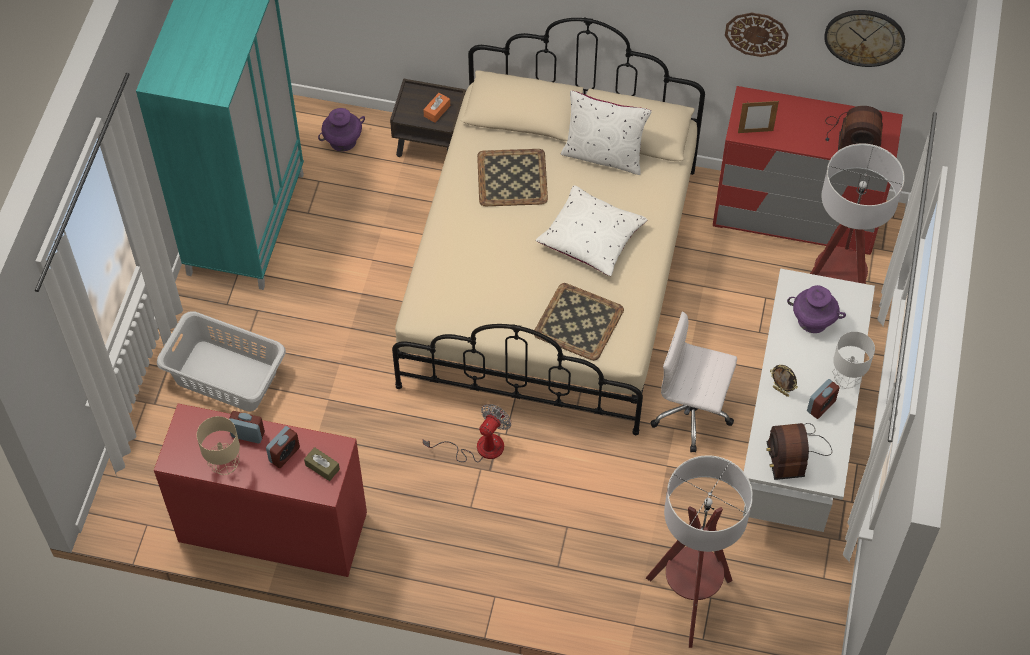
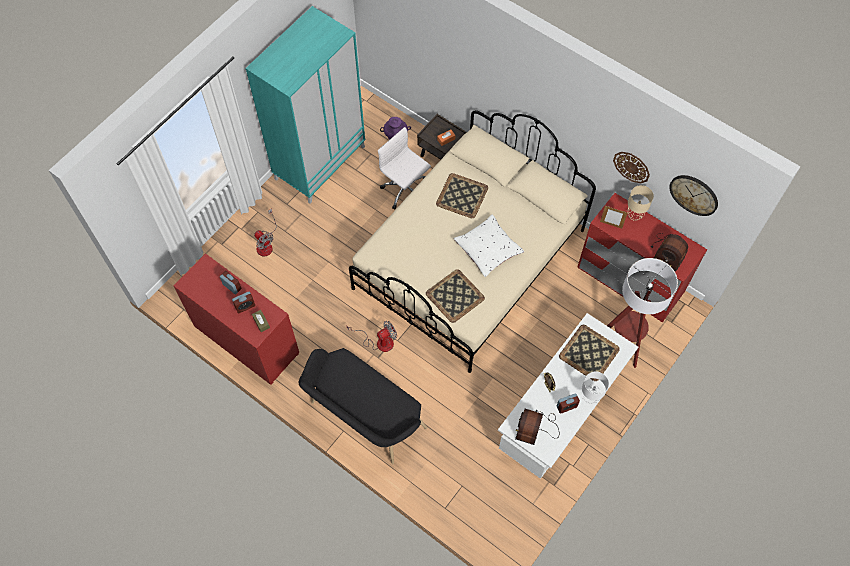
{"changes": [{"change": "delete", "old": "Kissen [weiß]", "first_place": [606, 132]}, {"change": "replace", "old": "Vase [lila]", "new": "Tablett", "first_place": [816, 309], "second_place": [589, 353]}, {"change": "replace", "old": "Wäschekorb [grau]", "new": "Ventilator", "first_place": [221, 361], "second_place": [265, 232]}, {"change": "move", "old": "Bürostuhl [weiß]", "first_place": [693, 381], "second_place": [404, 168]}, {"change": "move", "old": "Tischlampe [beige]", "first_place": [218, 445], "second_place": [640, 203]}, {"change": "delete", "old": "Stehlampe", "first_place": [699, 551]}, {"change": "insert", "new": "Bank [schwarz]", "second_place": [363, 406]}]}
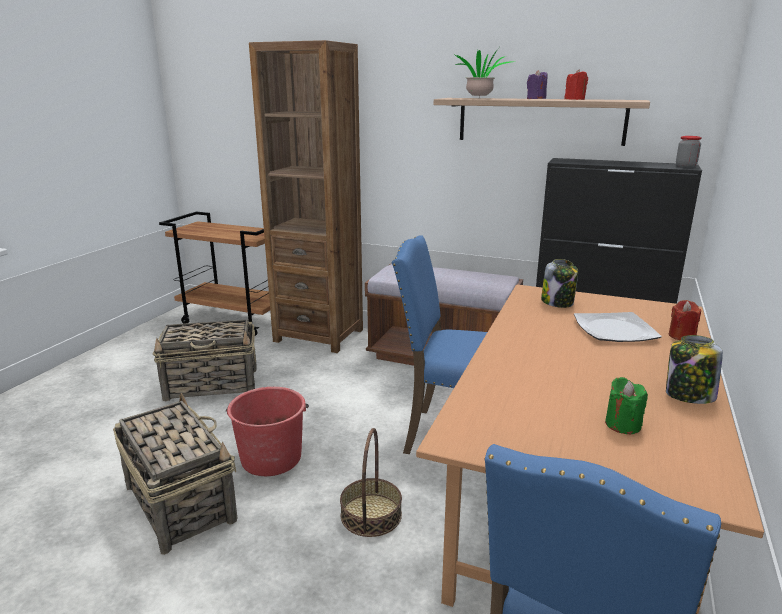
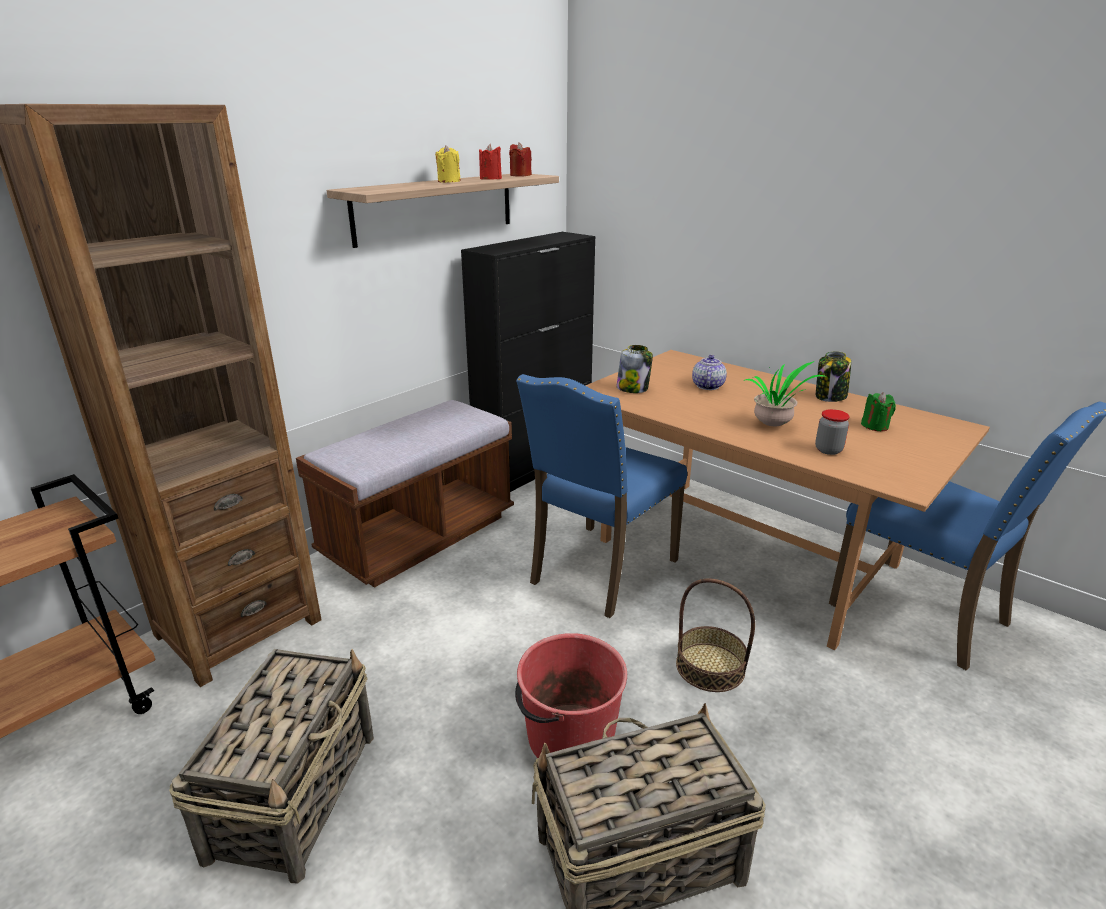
{"changes": [{"change": "move", "old": "Topfpflanze", "first_place": [485, 72], "second_place": [786, 393]}, {"change": "recolor", "old": "Kerze [lila]", "new": "Kerze [gelb]", "first_place": [537, 84], "second_place": [448, 164]}, {"change": "move", "old": "Vorratsglas", "first_place": [689, 152], "second_place": [832, 432]}, {"change": "move", "old": "Kerze [rot]", "first_place": [685, 320], "second_place": [520, 159]}, {"change": "replace", "old": "Teller", "new": "Teekanne", "first_place": [618, 327], "second_place": [709, 372]}]}
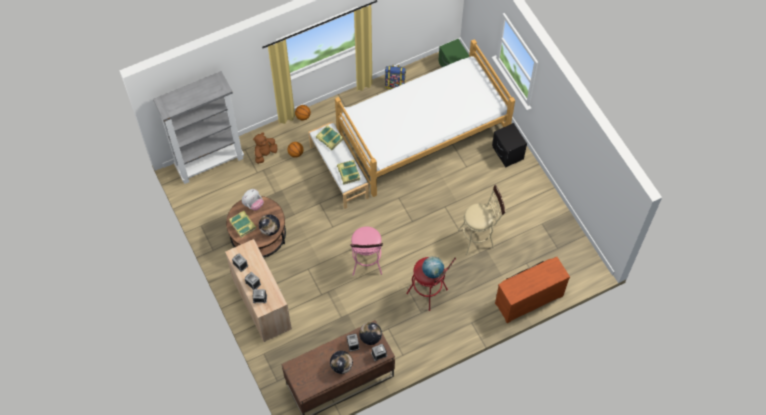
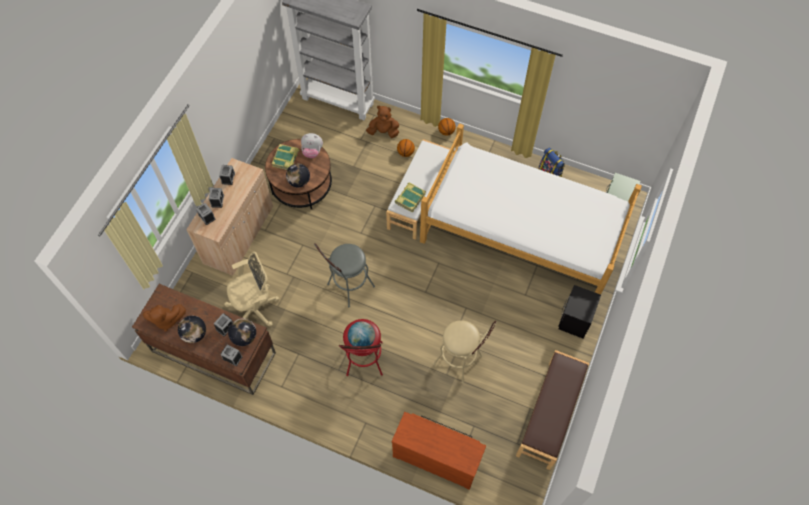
{"changes": [{"change": "delete", "old": "Buch", "first_place": [329, 137]}, {"change": "recolor", "old": "Hocker [rosa]", "new": "Hocker [grau]", "first_place": [366, 251], "second_place": [344, 275]}, {"change": "insert", "new": "Bürostuhl [beige]", "second_place": [251, 289]}, {"change": "insert", "new": "Plüschtier [braun]", "second_place": [164, 317]}, {"change": "insert", "new": "Bank [braun]", "second_place": [552, 410]}]}
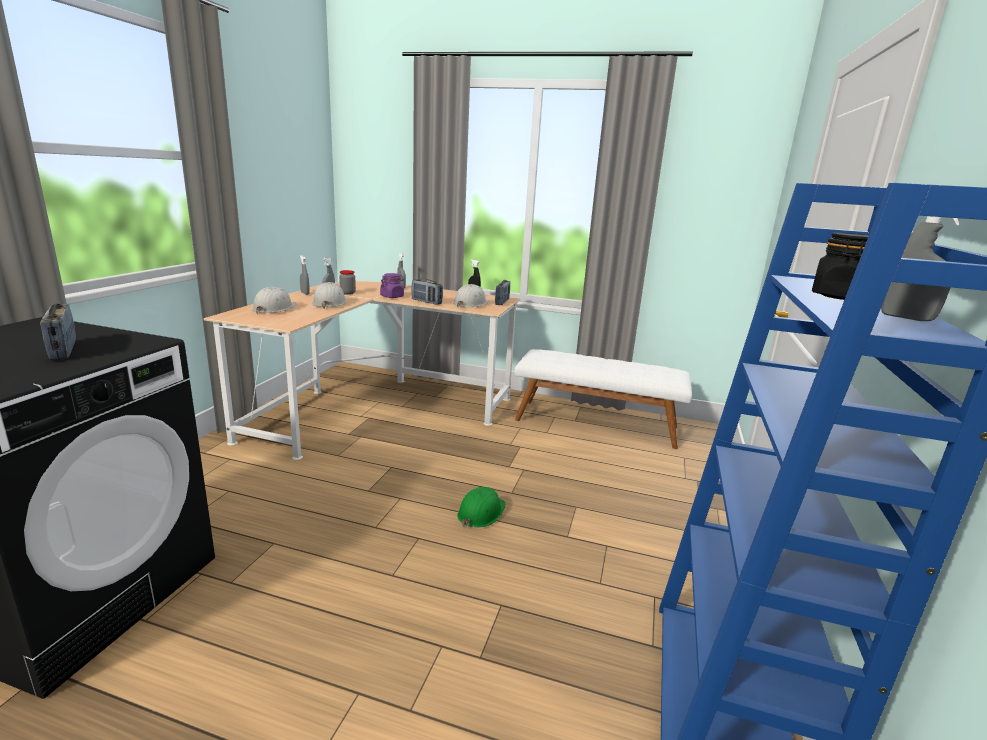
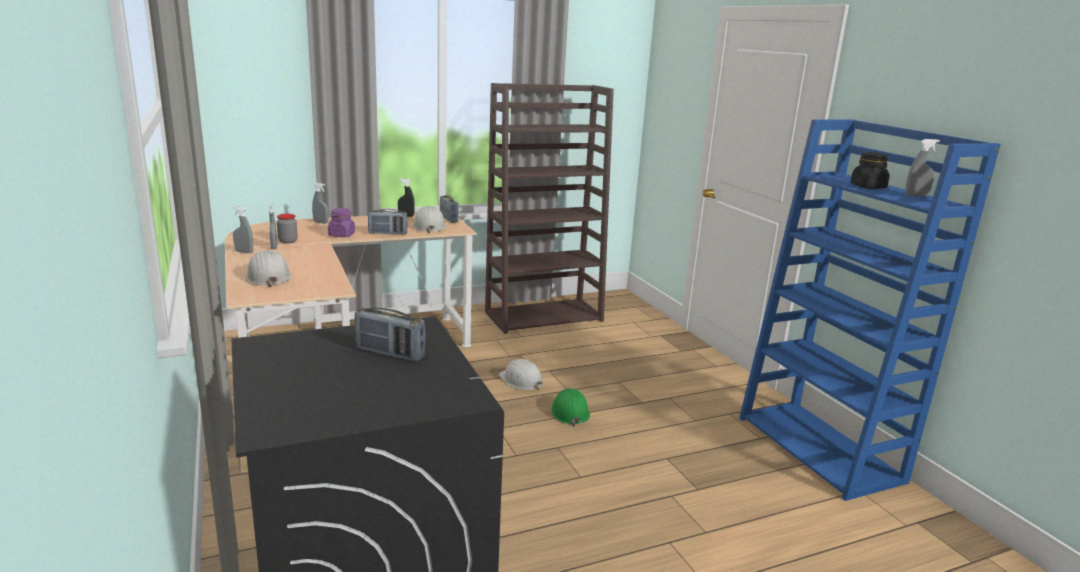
{"changes": [{"change": "move", "old": "Schutzhelm [weiß]", "first_place": [329, 295], "second_place": [520, 374]}, {"change": "replace", "old": "Bank [weiß]", "new": "Bücherregal [braun]", "first_place": [603, 399], "second_place": [549, 208]}]}
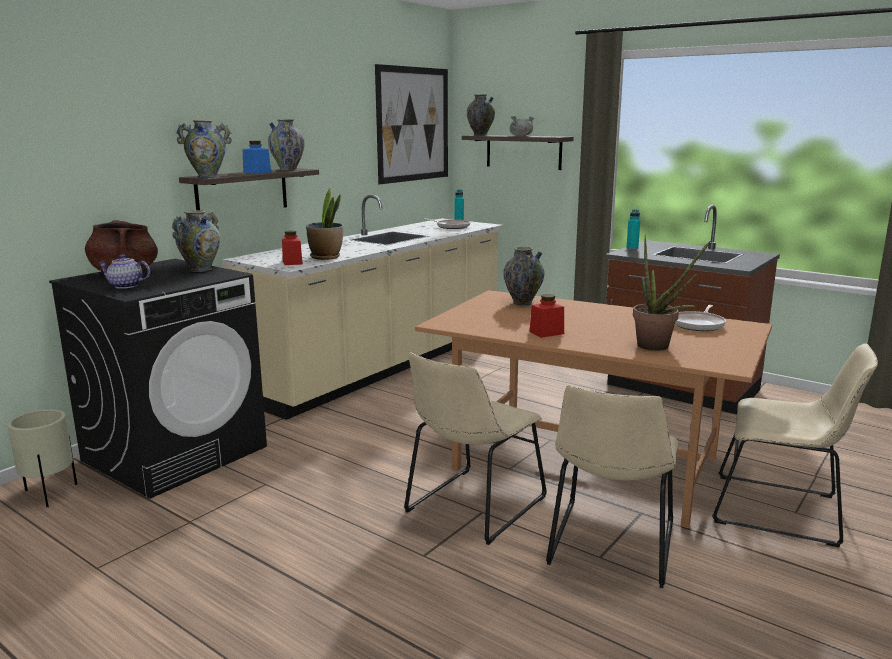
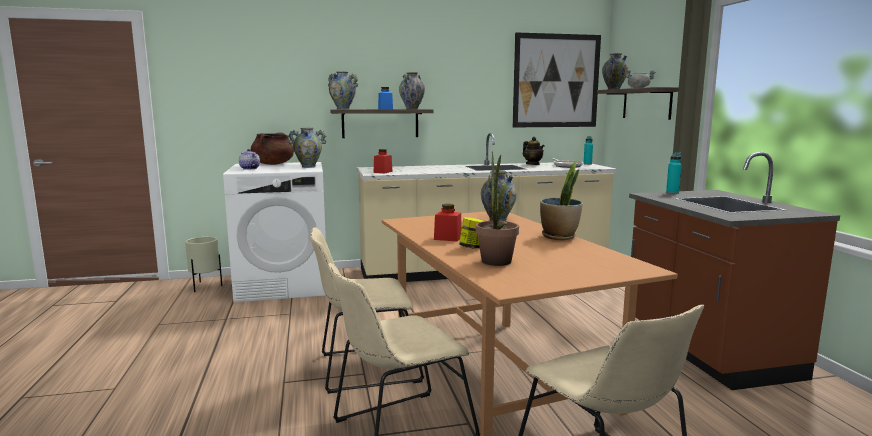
{"changes": [{"change": "move", "old": "Topfpflanze", "first_place": [325, 224], "second_place": [561, 200]}, {"change": "recolor", "old": "Waschmaschine [schwarz]", "new": "Waschmaschine [weiß]", "first_place": [158, 379], "second_place": [274, 232]}, {"change": "delete", "old": "Pfanne", "first_place": [700, 318]}, {"change": "insert", "new": "Teekanne", "second_place": [534, 151]}, {"change": "insert", "new": "Vorratsglas", "second_place": [471, 232]}]}
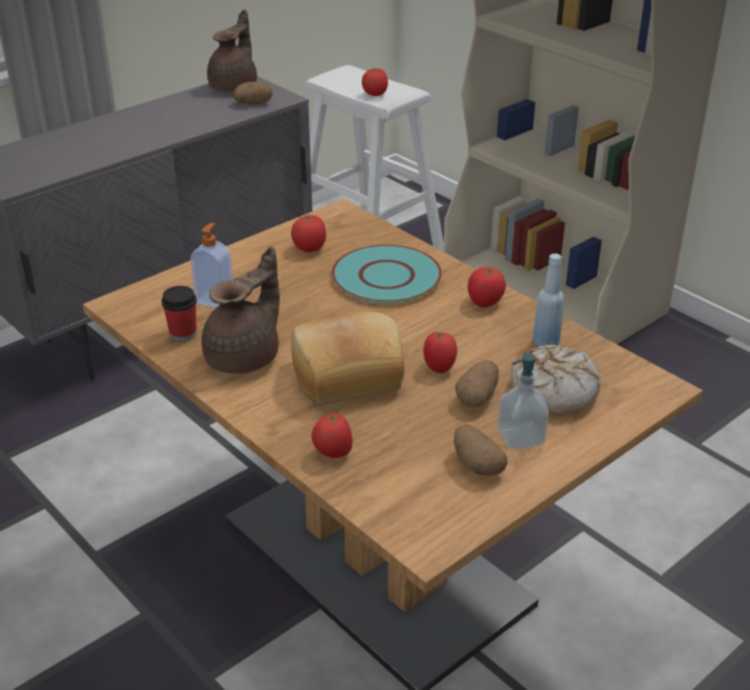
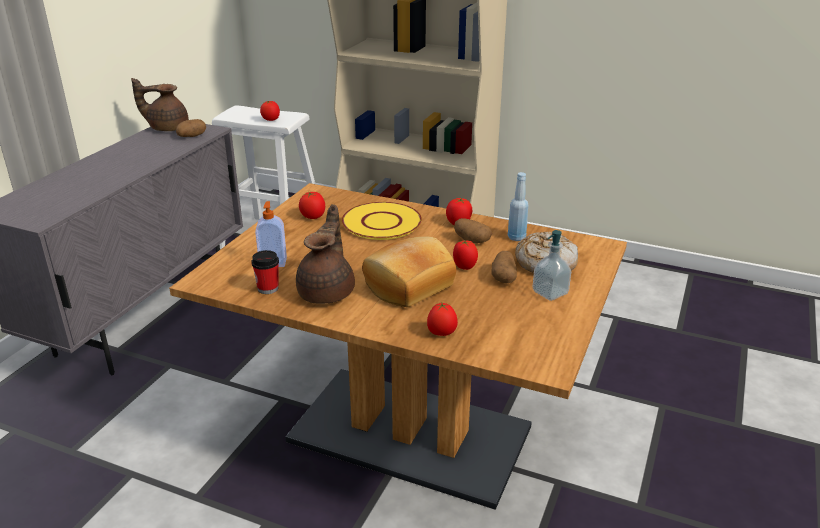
{"changes": [{"change": "rotate", "old": "Teekanne [braun]", "first_place": [232, 50], "second_place": [160, 104], "degrees": -90}, {"change": "recolor", "old": "Teller [türkis]", "new": "Teller [gelb]", "first_place": [386, 274], "second_place": [381, 221]}, {"change": "move", "old": "Kartoffel", "first_place": [481, 450], "second_place": [473, 230]}]}
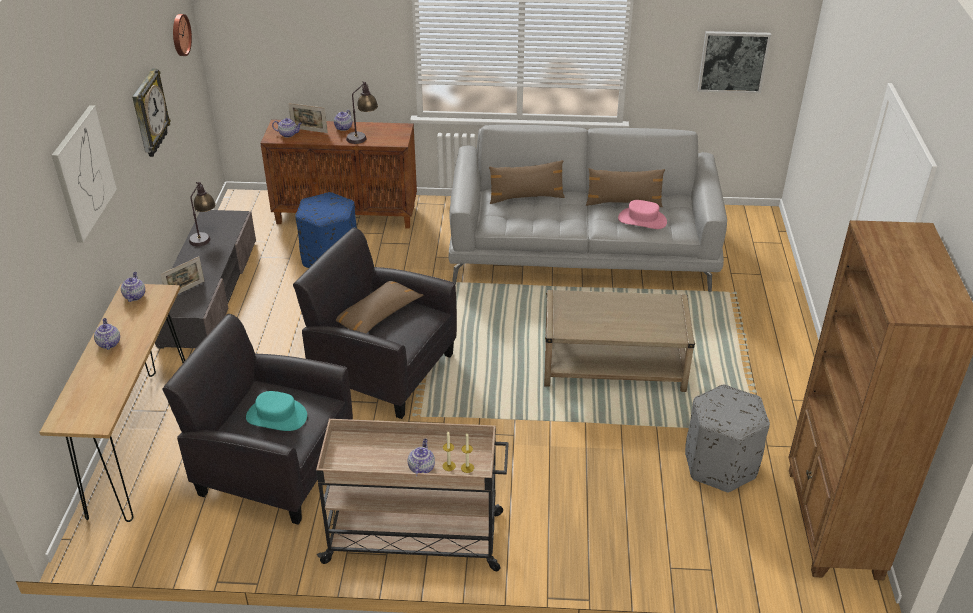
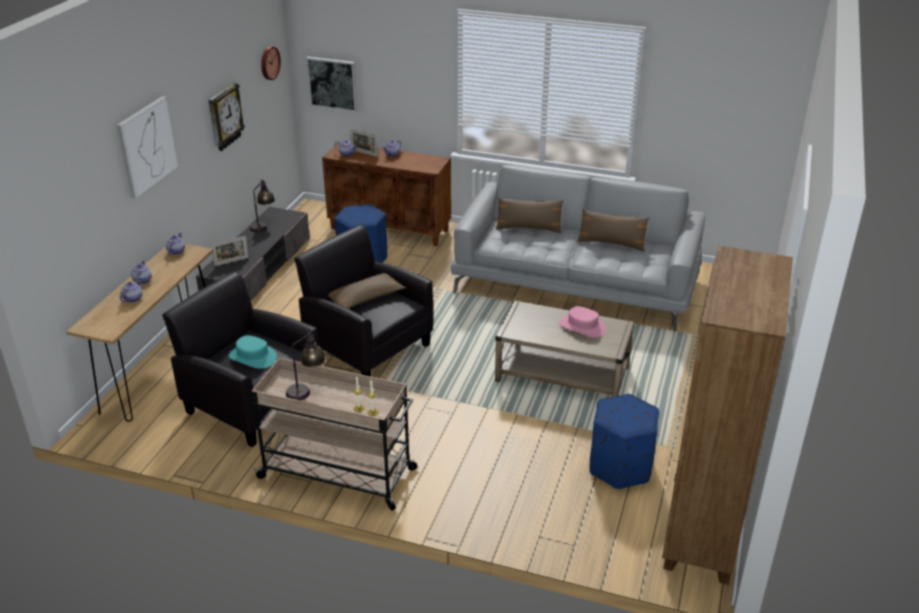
{"changes": [{"change": "move", "old": "Bild", "first_place": [734, 62], "second_place": [332, 84]}, {"change": "move", "old": "Tischlampe", "first_place": [362, 112], "second_place": [306, 366]}, {"change": "move", "old": "Hut [rosa]", "first_place": [642, 214], "second_place": [582, 322]}, {"change": "recolor", "old": "Polsterhocker [grau]", "new": "Polsterhocker [blau]", "first_place": [727, 439], "second_place": [624, 442]}, {"change": "move", "old": "Teekanne", "first_place": [421, 458], "second_place": [131, 290]}]}
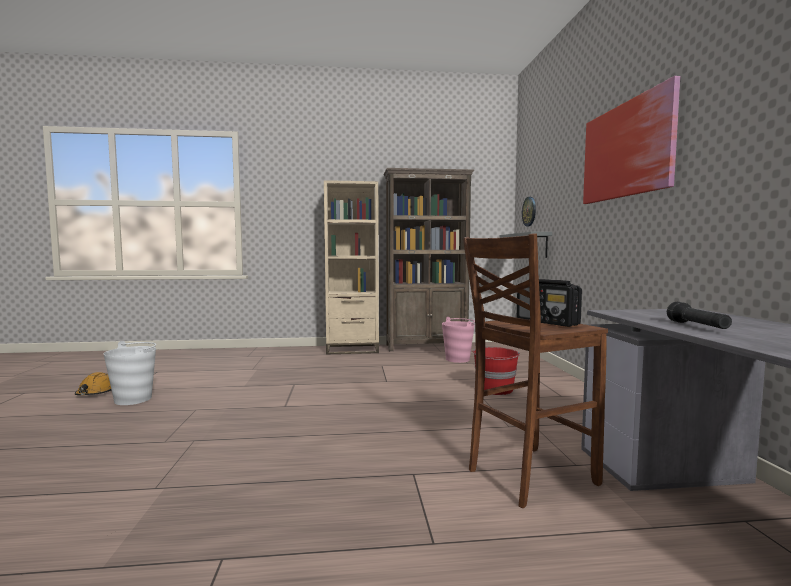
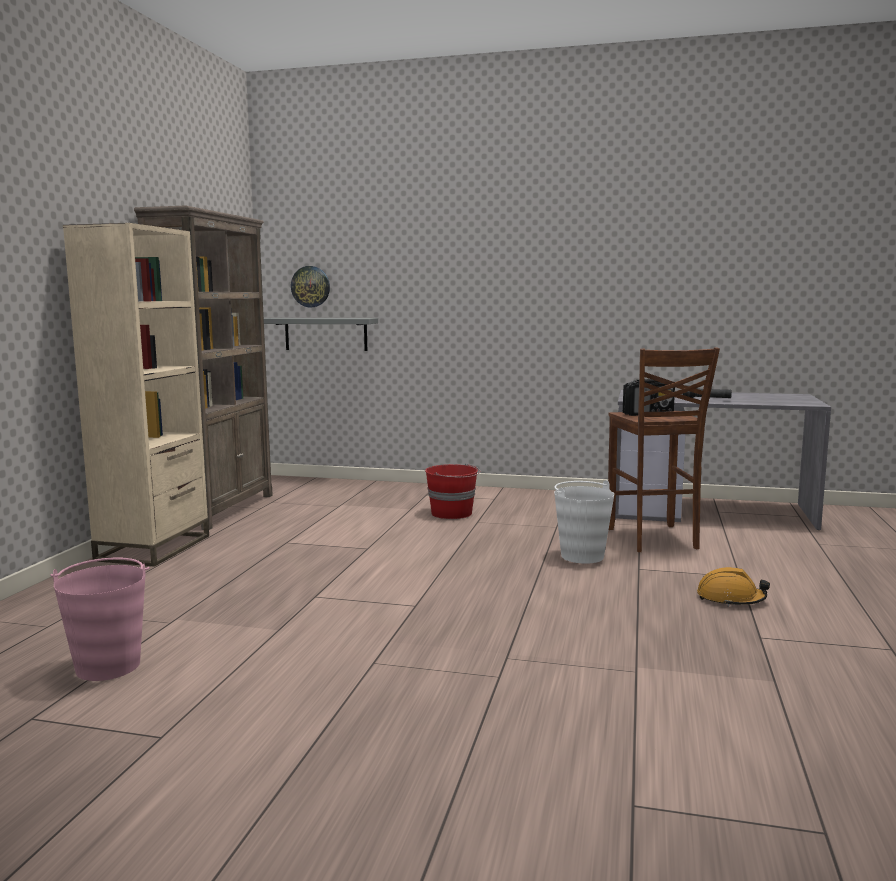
{"changes": [{"change": "delete", "old": "Bild", "first_place": [631, 140]}, {"change": "move", "old": "Eimer [rosa]", "first_place": [458, 340], "second_place": [100, 619]}, {"change": "move", "old": "Eimer [weiß]", "first_place": [130, 373], "second_place": [584, 522]}, {"change": "move", "old": "Schutzhelm [orange]", "first_place": [93, 383], "second_place": [733, 587]}]}
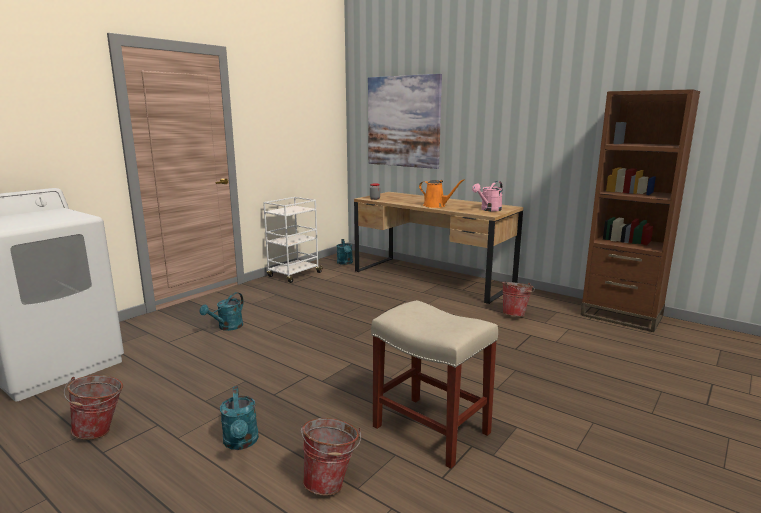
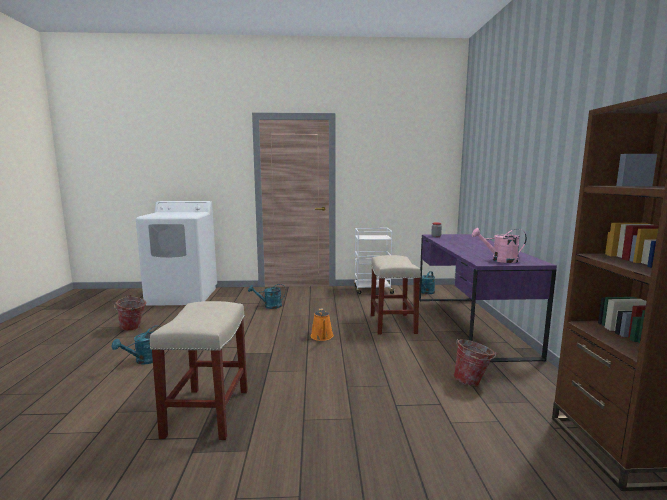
{"changes": [{"change": "delete", "old": "Bild", "first_place": [405, 121]}, {"change": "move", "old": "Gießkanne [orange]", "first_place": [442, 193], "second_place": [322, 324]}, {"change": "recolor", "old": "Schreibtisch [braun]", "new": "Schreibtisch [lila]", "first_place": [438, 248], "second_place": [488, 298]}, {"change": "delete", "old": "Eimer", "first_place": [331, 457]}, {"change": "insert", "new": "Hocker [beige]", "second_place": [395, 295]}]}
